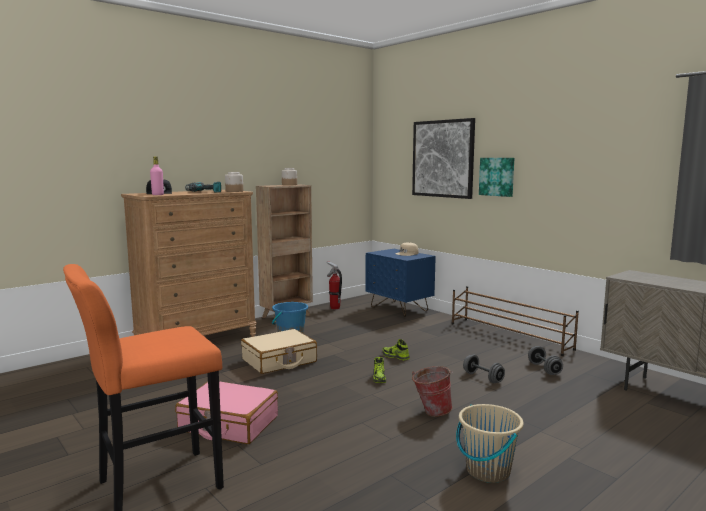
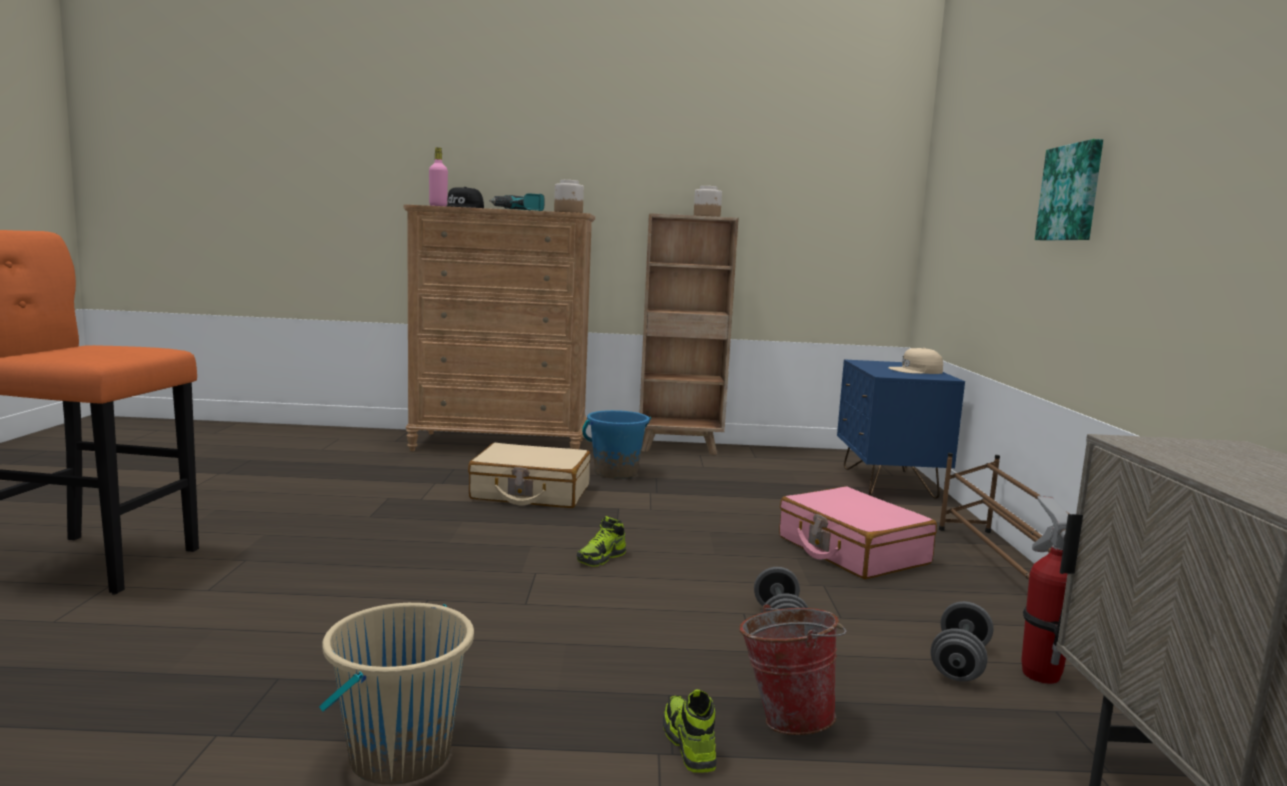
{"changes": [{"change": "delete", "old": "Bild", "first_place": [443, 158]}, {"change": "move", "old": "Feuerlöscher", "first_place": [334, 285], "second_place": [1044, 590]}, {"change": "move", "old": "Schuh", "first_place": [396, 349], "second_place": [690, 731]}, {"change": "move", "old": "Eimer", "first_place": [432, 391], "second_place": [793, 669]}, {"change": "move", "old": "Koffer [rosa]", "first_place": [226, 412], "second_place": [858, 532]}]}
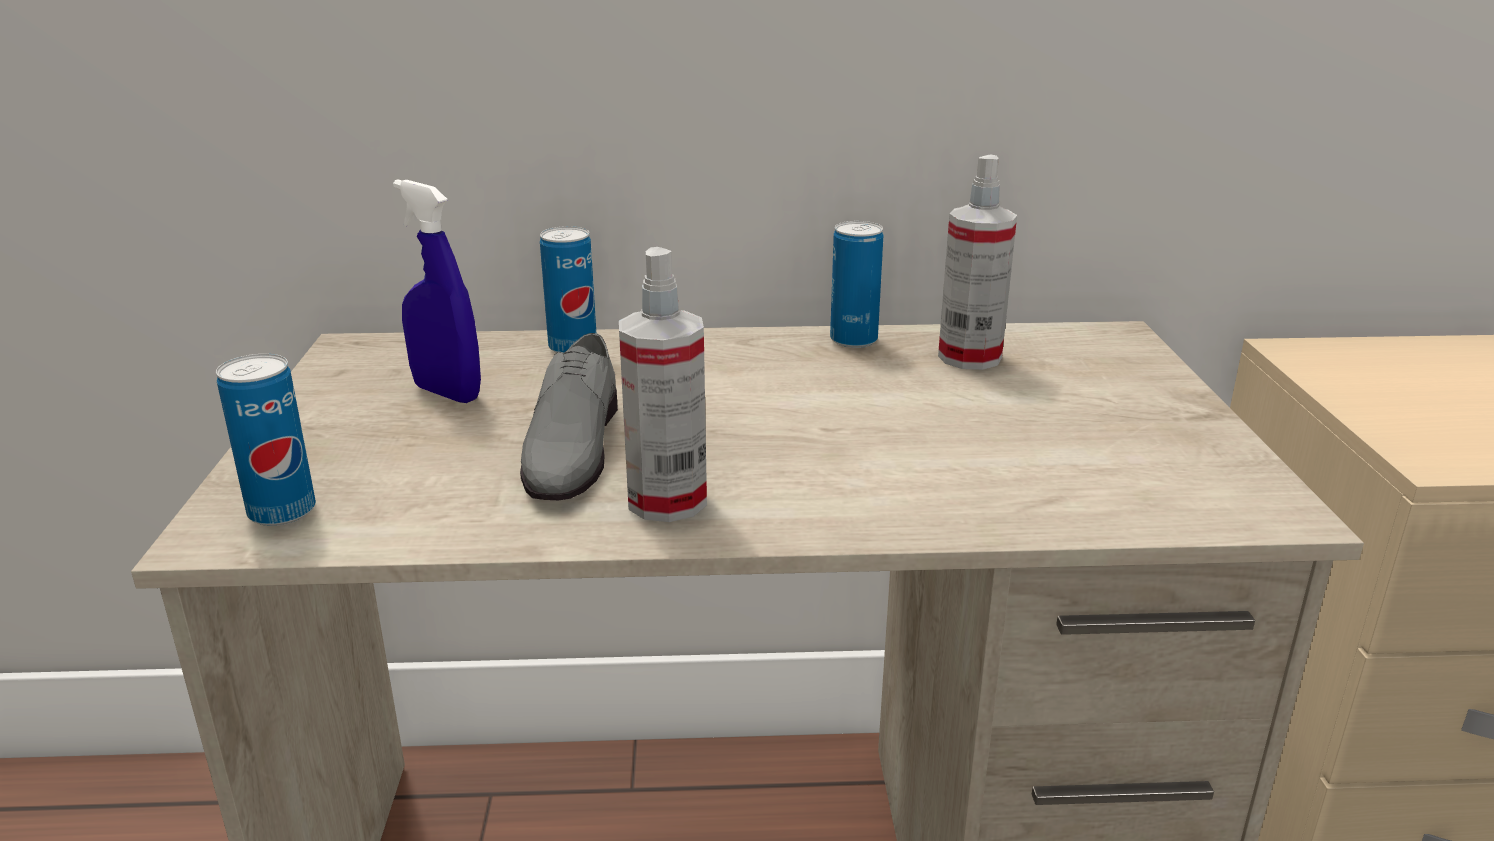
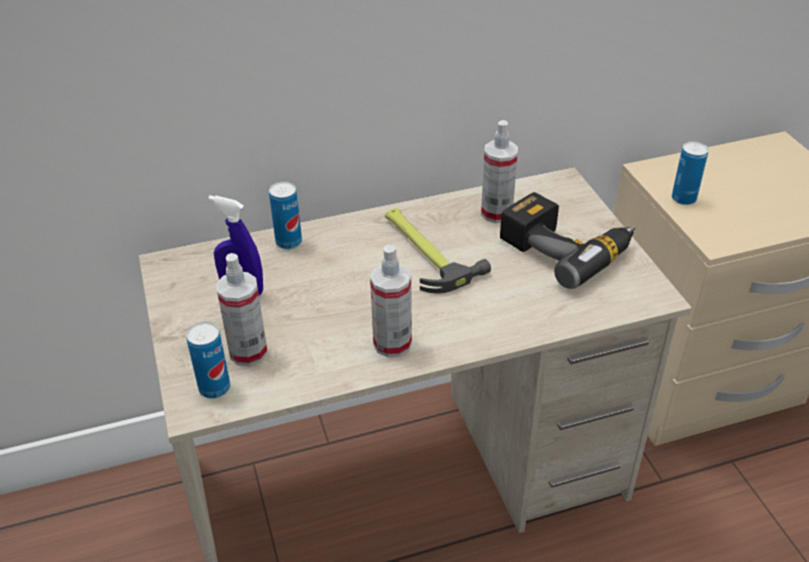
{"changes": [{"change": "move", "old": "Dose", "first_place": [856, 284], "second_place": [690, 173]}, {"change": "delete", "old": "Schuh [grau]", "first_place": [569, 416]}, {"change": "insert", "new": "Bohrmaschine", "second_place": [567, 240]}, {"change": "insert", "new": "Hammer", "second_place": [438, 251]}, {"change": "insert", "new": "Sprühflasche", "second_place": [242, 309]}]}
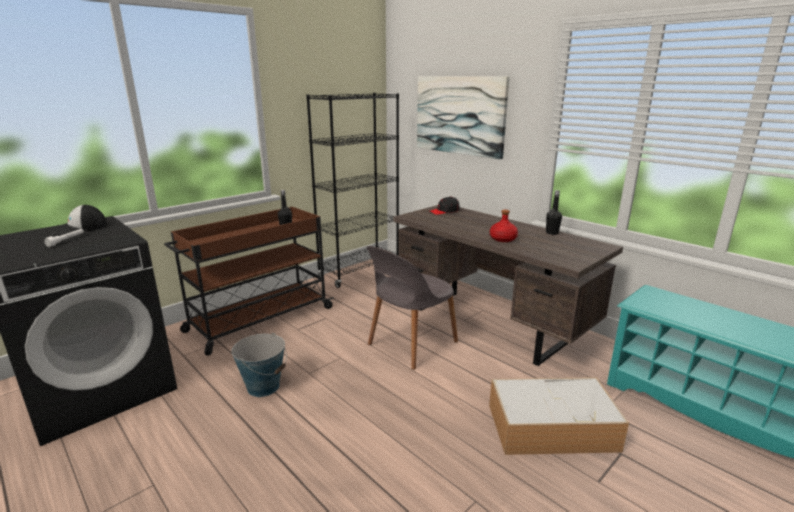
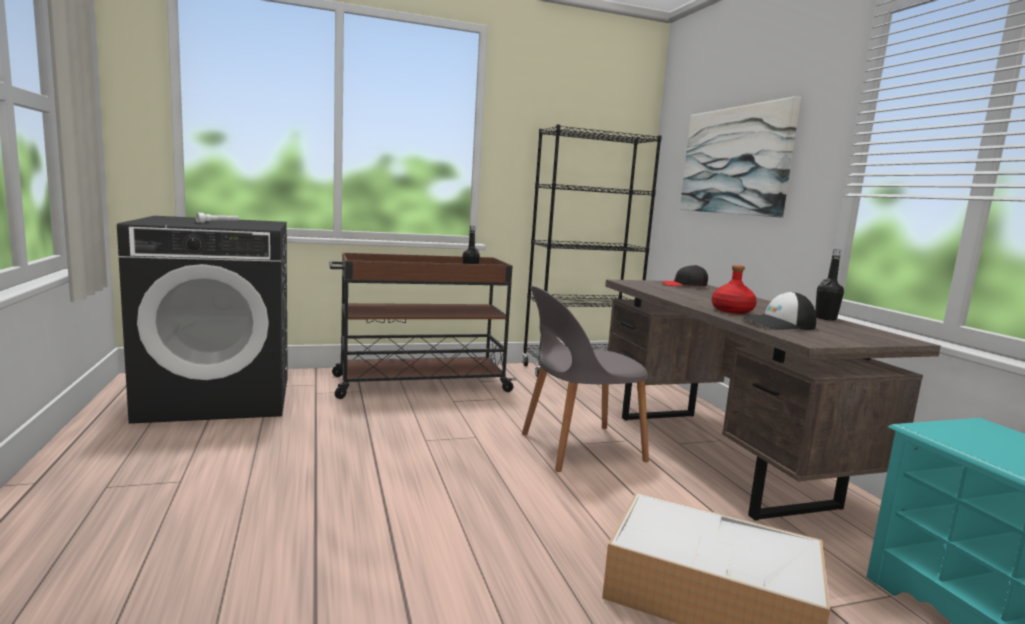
{"changes": [{"change": "move", "old": "Kappe", "first_place": [78, 220], "second_place": [779, 311]}, {"change": "delete", "old": "Eimer", "first_place": [259, 365]}]}
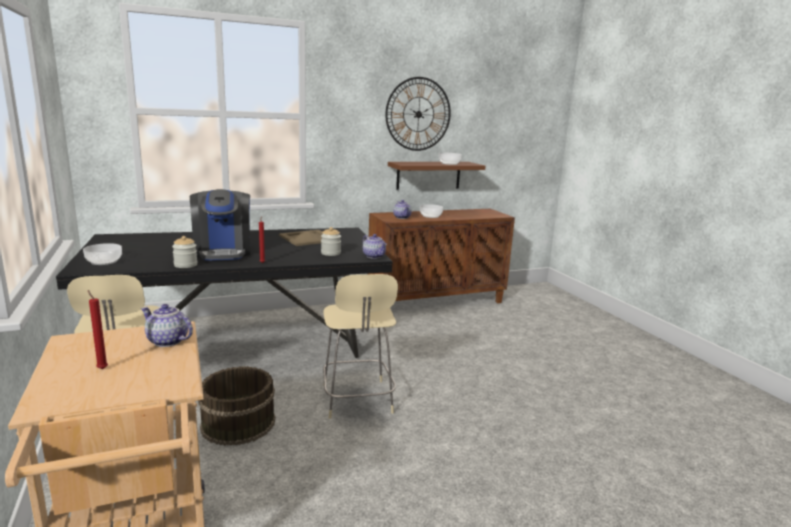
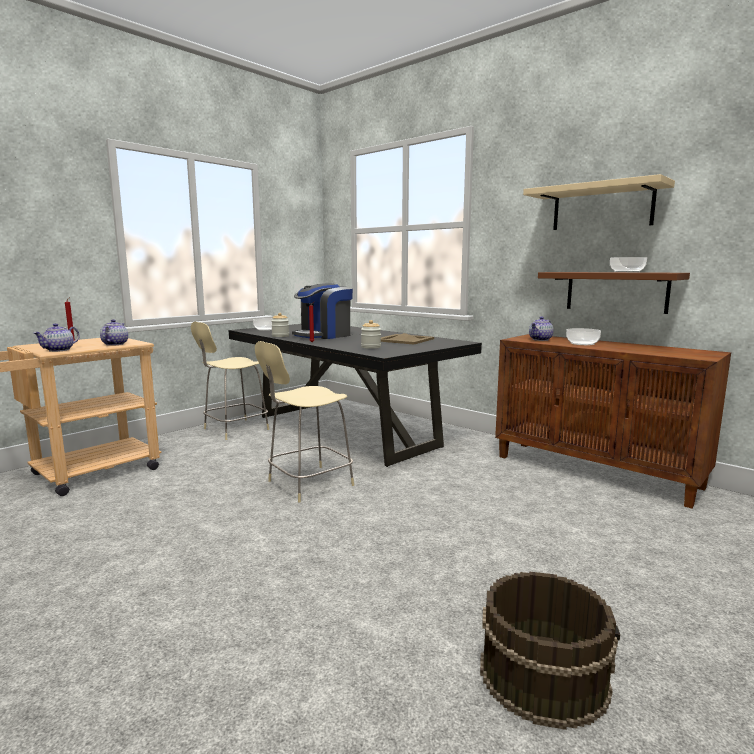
{"changes": [{"change": "replace", "old": "Wanduhr", "new": "Wandregal [beige]", "first_place": [418, 114], "second_place": [599, 202]}, {"change": "move", "old": "Teekanne", "first_place": [375, 246], "second_place": [56, 337]}, {"change": "move", "old": "Eimer [braun]", "first_place": [236, 406], "second_place": [550, 650]}]}
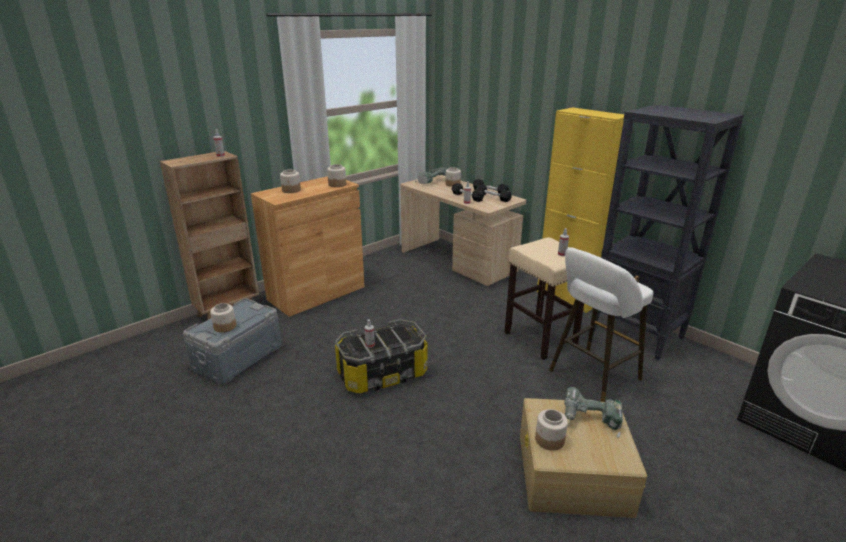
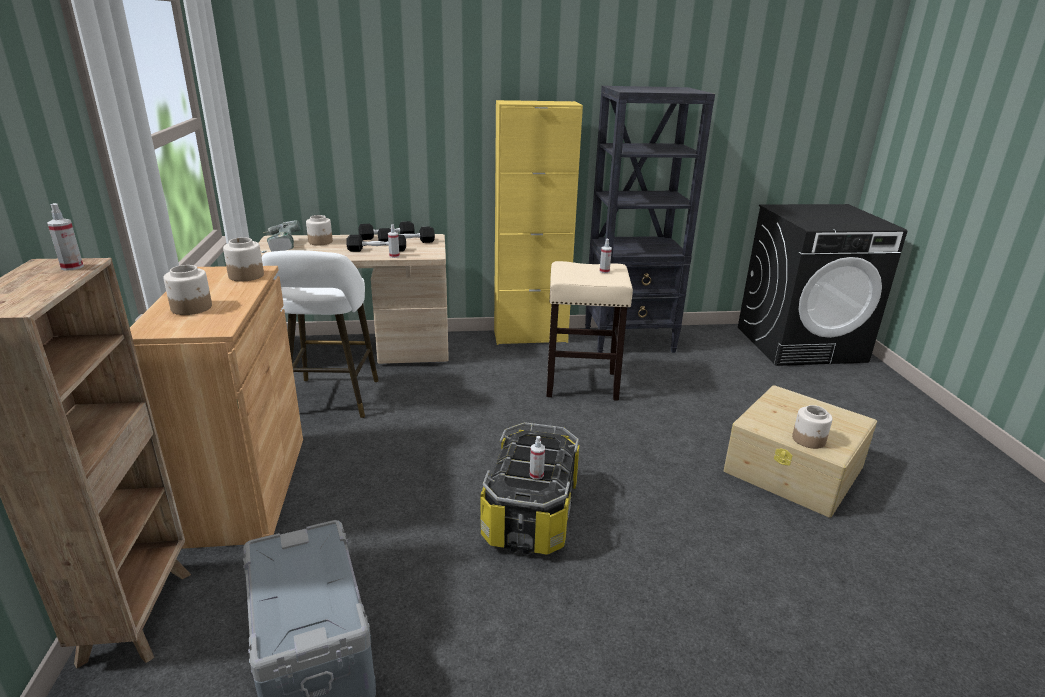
{"changes": [{"change": "move", "old": "Hocker [weiß]", "first_place": [601, 324], "second_place": [320, 334]}, {"change": "delete", "old": "Vorratsglas", "first_place": [223, 318]}, {"change": "delete", "old": "Bohrmaschine", "first_place": [593, 412]}]}
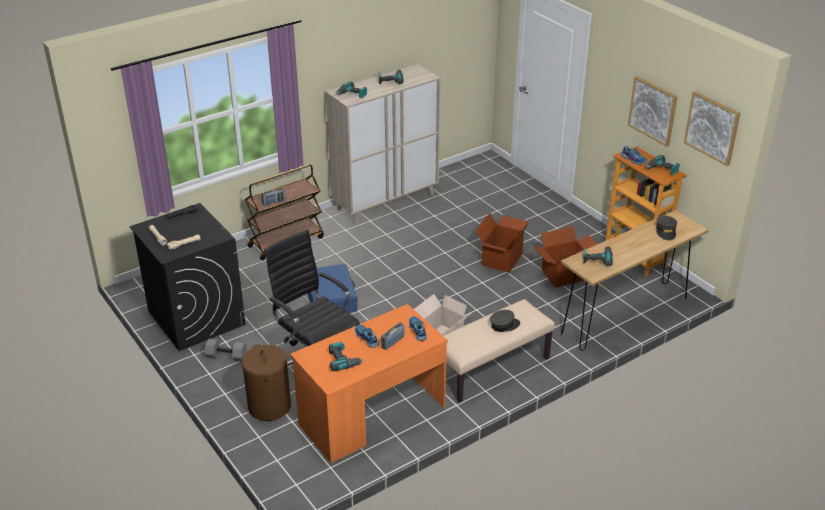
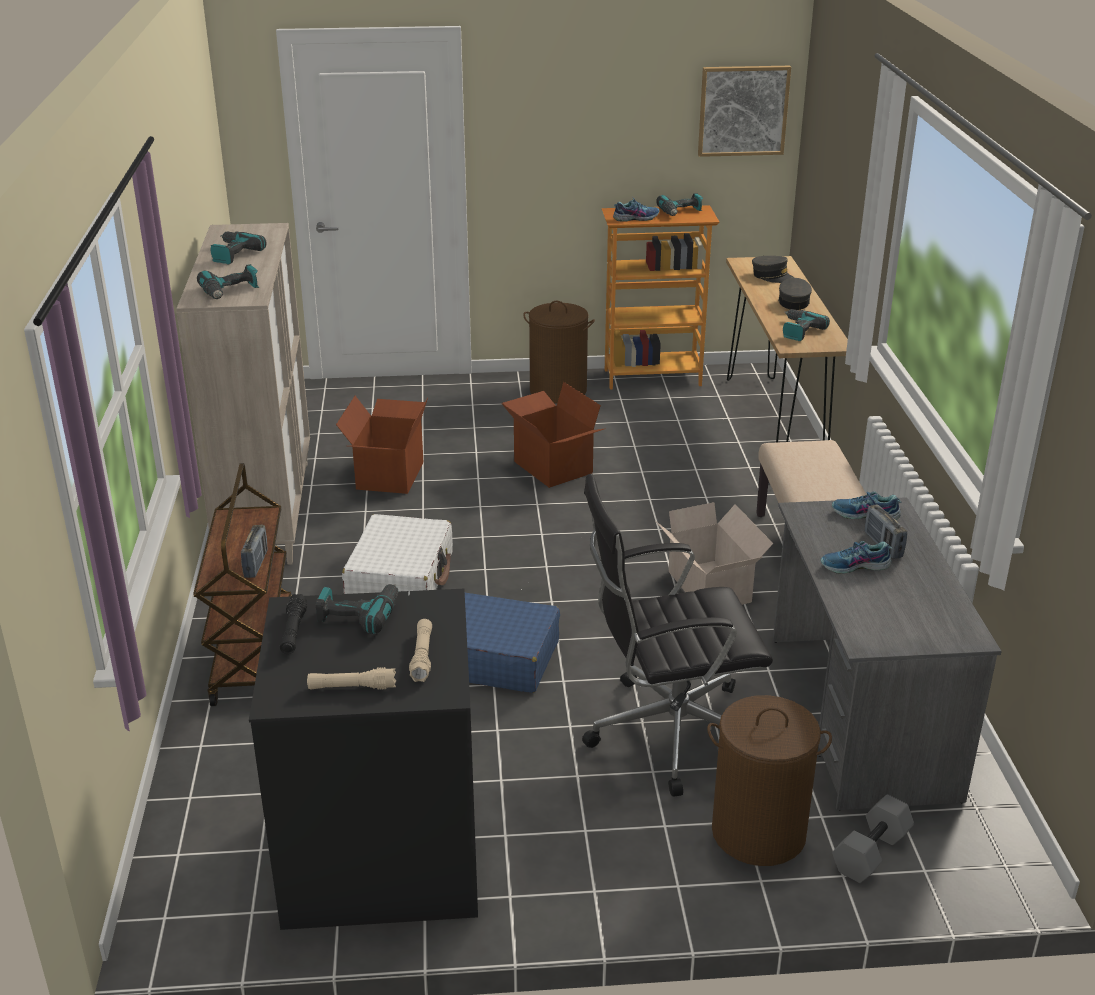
{"changes": [{"change": "delete", "old": "Bild", "first_place": [653, 111]}, {"change": "move", "old": "Karton", "first_place": [565, 257], "second_place": [382, 445]}, {"change": "recolor", "old": "Schreibtisch [orange]", "new": "Schreibtisch [grau]", "first_place": [369, 383], "second_place": [887, 654]}, {"change": "move", "old": "Kappe [grau]", "first_place": [505, 321], "second_place": [795, 294]}, {"change": "move", "old": "Hantel [grau]", "first_place": [226, 350], "second_place": [873, 838]}, {"change": "move", "old": "Bohrmaschine", "first_place": [346, 356], "second_place": [357, 609]}, {"change": "insert", "new": "Wäschekorb [braun]", "second_place": [559, 352]}, {"change": "insert", "new": "Koffer [weiß]", "second_place": [397, 554]}]}
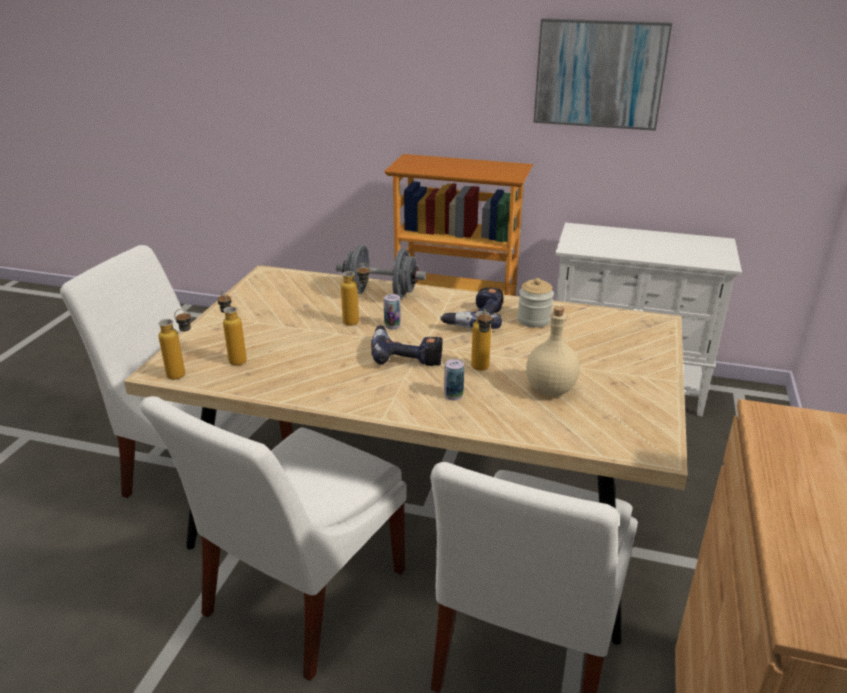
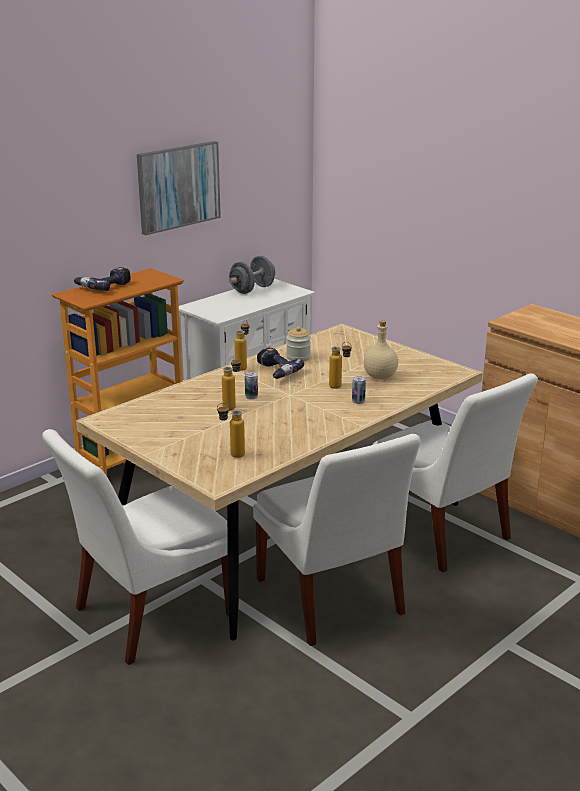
{"changes": [{"change": "move", "old": "Hantel [grau]", "first_place": [381, 272], "second_place": [252, 275]}, {"change": "move", "old": "Flasche", "first_place": [174, 344], "second_place": [241, 345]}, {"change": "move", "old": "Bohrmaschine", "first_place": [406, 345], "second_place": [102, 279]}]}
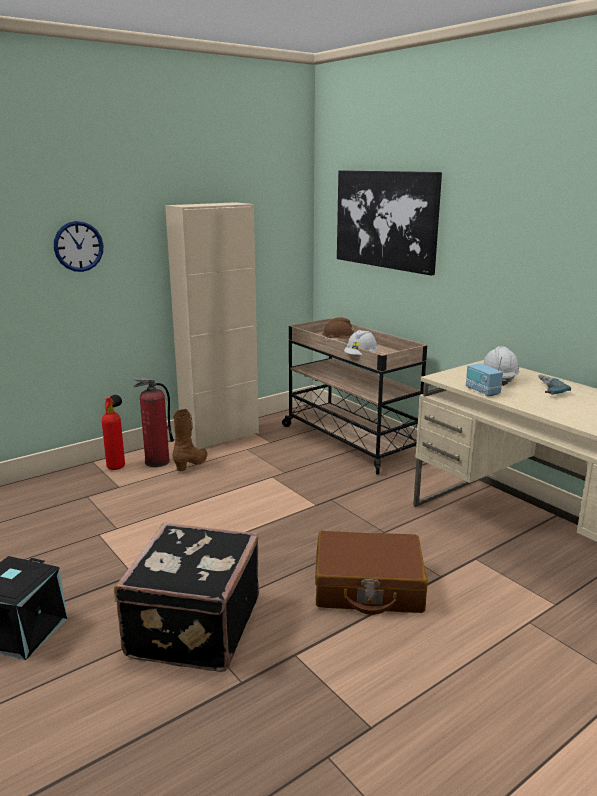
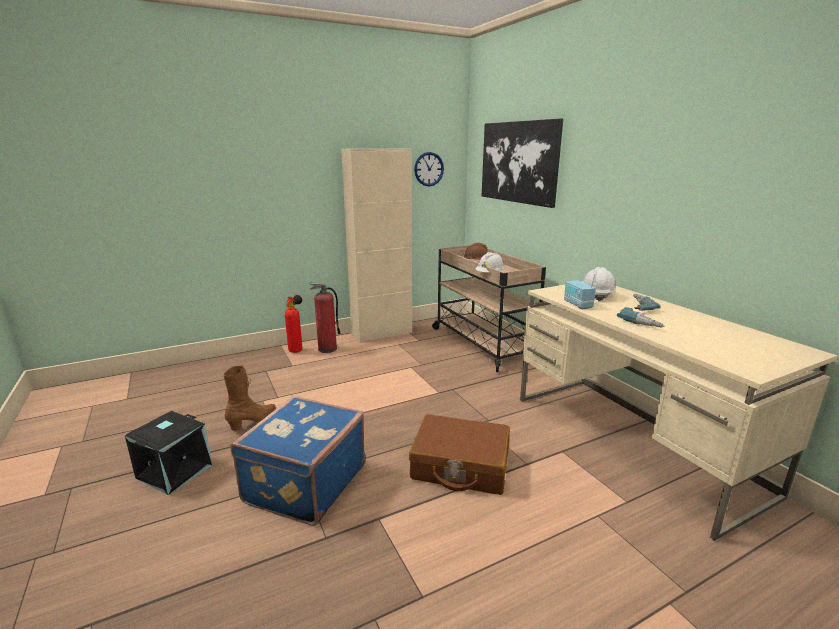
{"changes": [{"change": "move", "old": "Wanduhr", "first_place": [78, 246], "second_place": [429, 169]}, {"change": "move", "old": "Stiefel [braun]", "first_place": [189, 440], "second_place": [250, 398]}, {"change": "recolor", "old": "Koffer [schwarz]", "new": "Koffer [blau]", "first_place": [186, 597], "second_place": [297, 460]}, {"change": "insert", "new": "Bohrmaschine", "second_place": [640, 317]}]}
